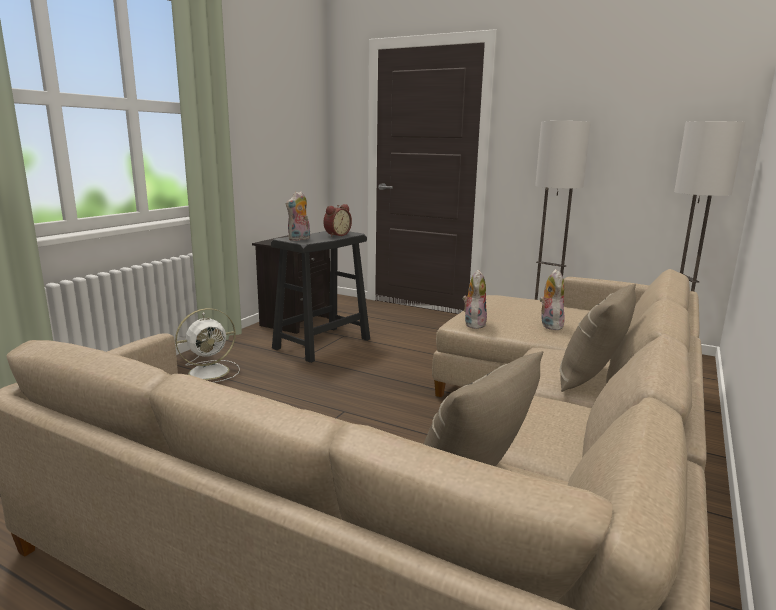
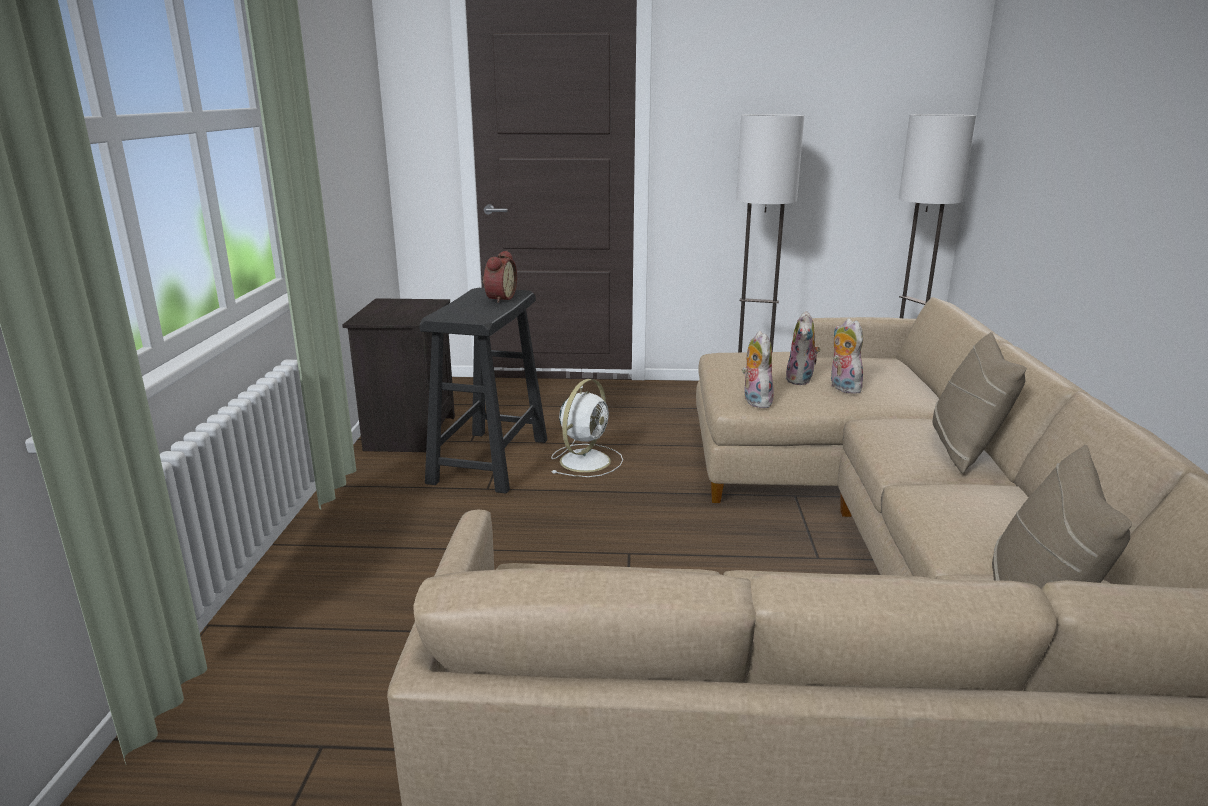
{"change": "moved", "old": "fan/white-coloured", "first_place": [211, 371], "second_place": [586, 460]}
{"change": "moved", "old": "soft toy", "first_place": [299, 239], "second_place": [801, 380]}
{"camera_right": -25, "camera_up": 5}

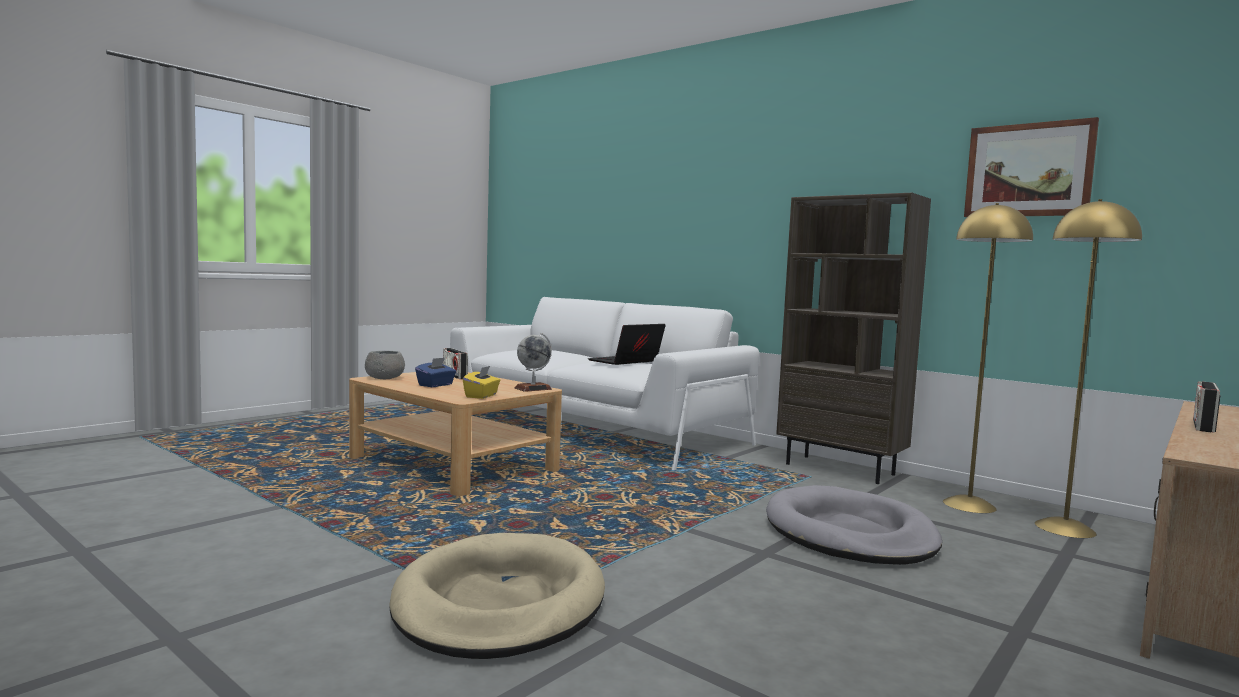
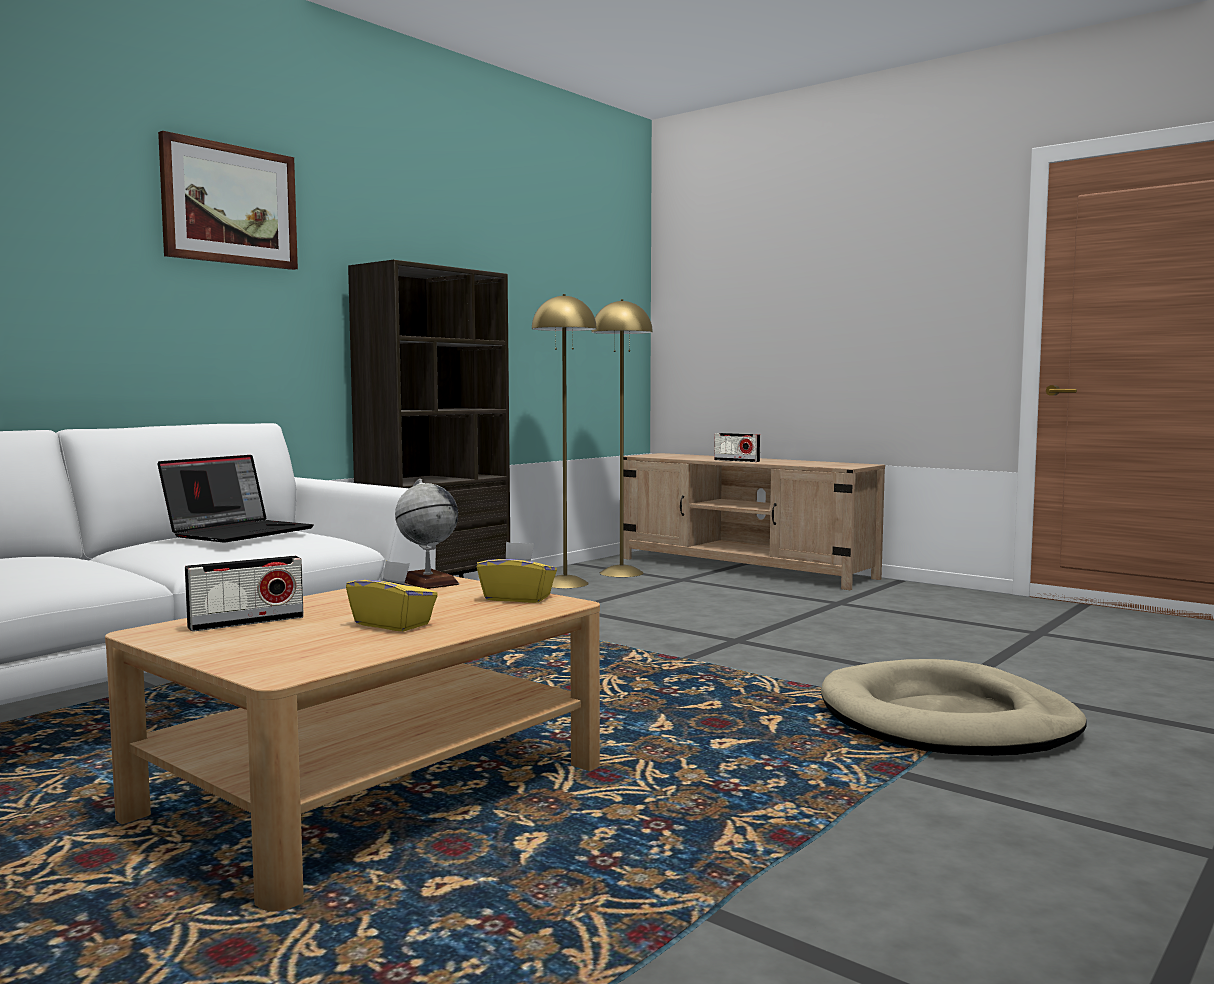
{"change": "removed", "old": "serving bowl/greyish", "first_place": [384, 378]}
{"change": "recoloured", "old": "tissue box/blue", "new": "tissue box/yellowish", "first_place": [436, 385], "second_place": [393, 624]}
{"change": "turned", "old": "portable computer", "first_place": [625, 362], "second_place": [240, 532], "degrees": -105}
{"change": "removed", "old": "dog cushion/greyish", "first_place": [849, 533]}
{"change": "moved", "old": "picture", "first_place": [1028, 170], "second_place": [229, 205]}
{"camera_right": -90, "camera_up": 0}

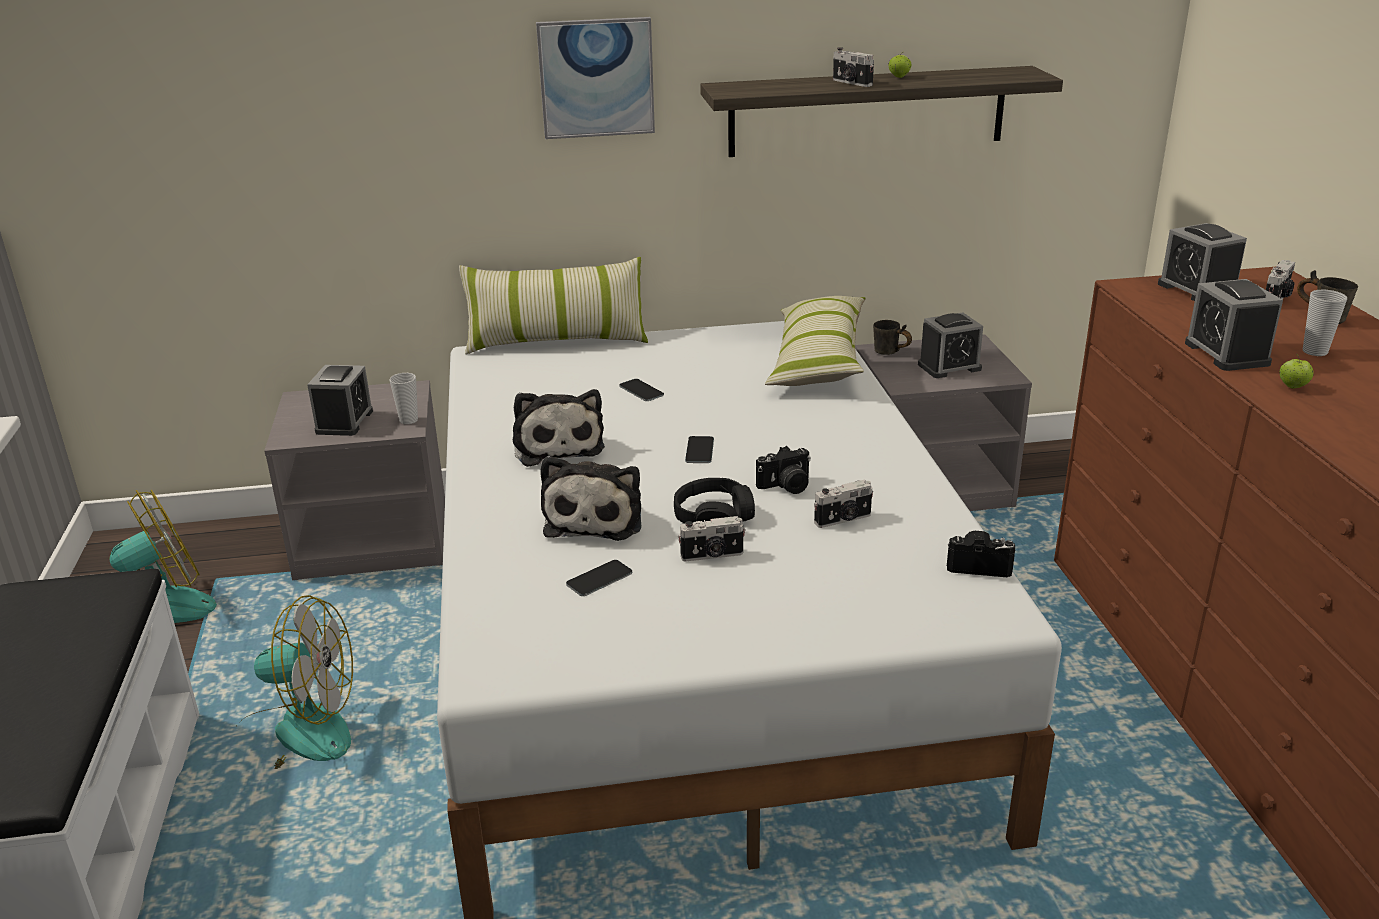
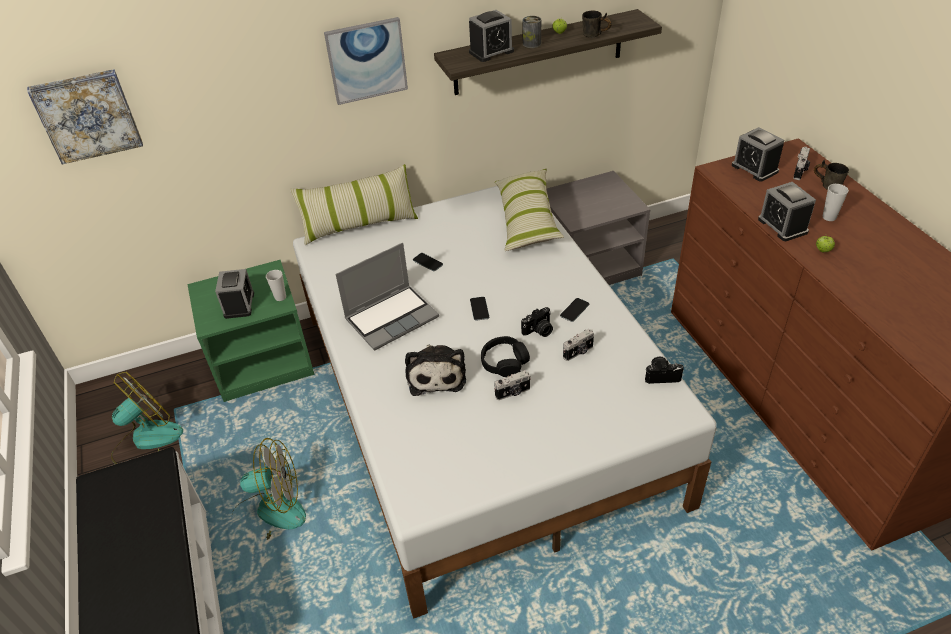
{"change": "recoloured", "old": "bedside table/greyish", "new": "bedside table/green-coloured", "first_place": [375, 539], "second_place": [263, 361]}
{"change": "replaced", "old": "soft toy", "new": "portable computer", "first_place": [557, 445], "second_place": [392, 317]}
{"change": "moved", "old": "handset", "first_place": [599, 578], "second_place": [574, 310]}
{"change": "replaced", "old": "photo camera", "new": "sealed can", "first_place": [851, 83], "second_place": [531, 44]}
{"change": "moved", "old": "coffee mug/greyish", "first_place": [889, 354], "second_place": [594, 36]}
{"change": "moved", "old": "table clock", "first_place": [949, 367], "second_place": [491, 52]}
{"change": "added", "new": "picture", "second_place": [87, 115]}
{"camera_right": -10, "camera_up": 15}

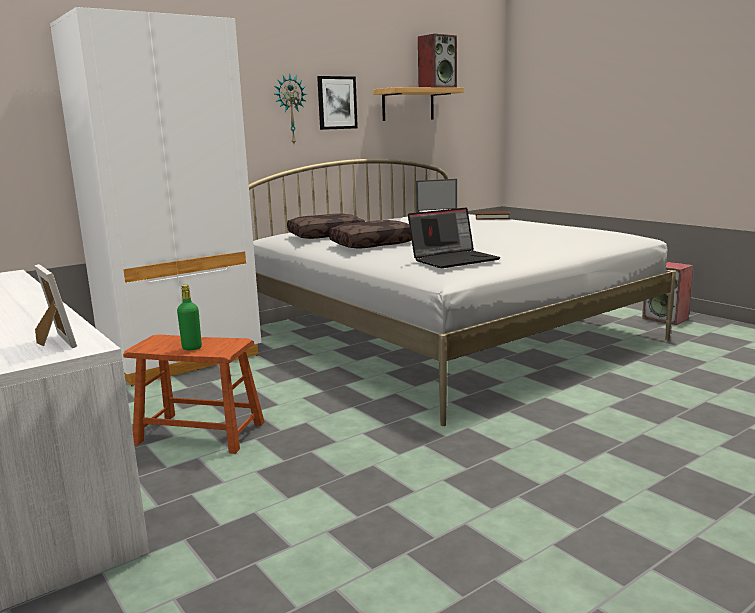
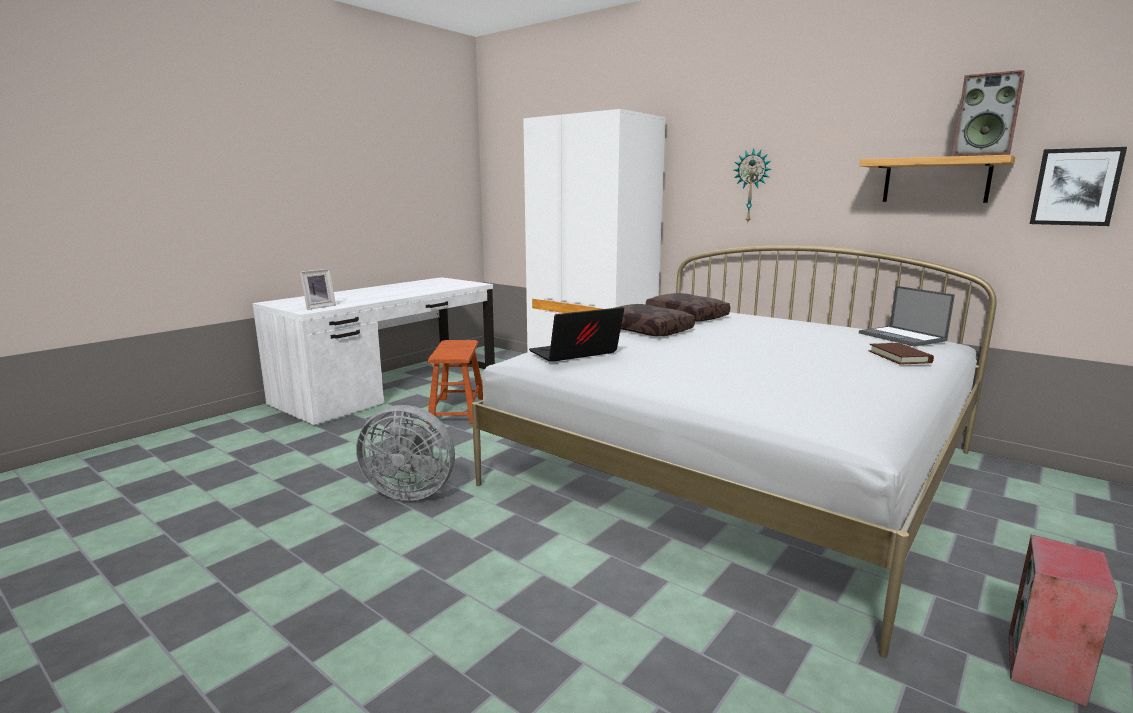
{"change": "removed", "old": "drink bottle/green-coloured", "first_place": [192, 348]}
{"change": "moved", "old": "picture", "first_place": [336, 103], "second_place": [1076, 187]}
{"change": "turned", "old": "portable computer", "first_place": [454, 259], "second_place": [574, 354], "degrees": 105}
{"change": "added", "new": "fan/greyish", "second_place": [410, 491]}
{"camera_right": 75, "camera_up": 0}

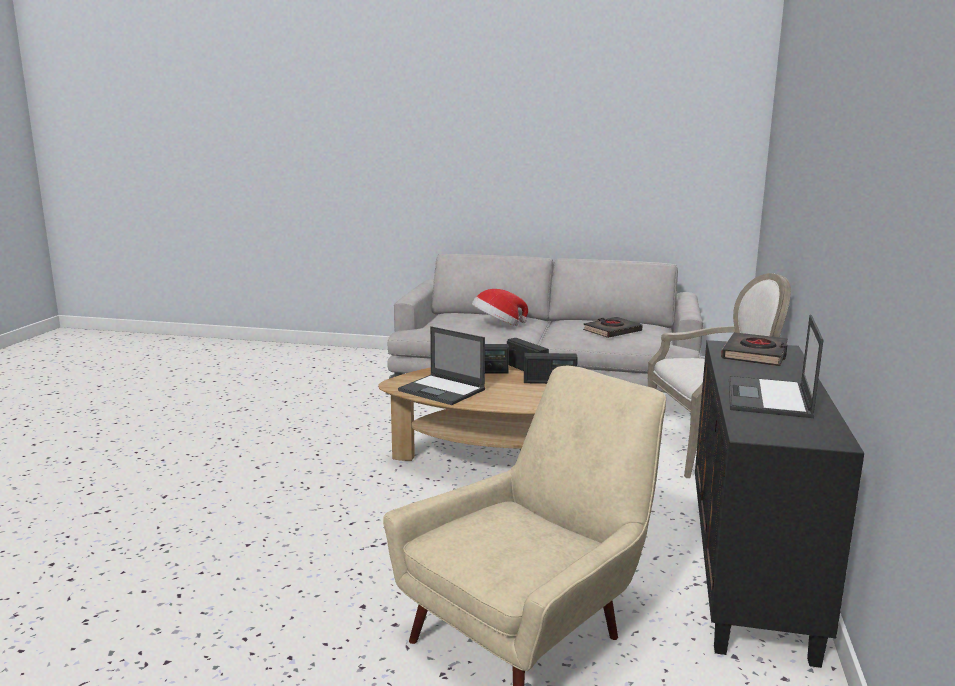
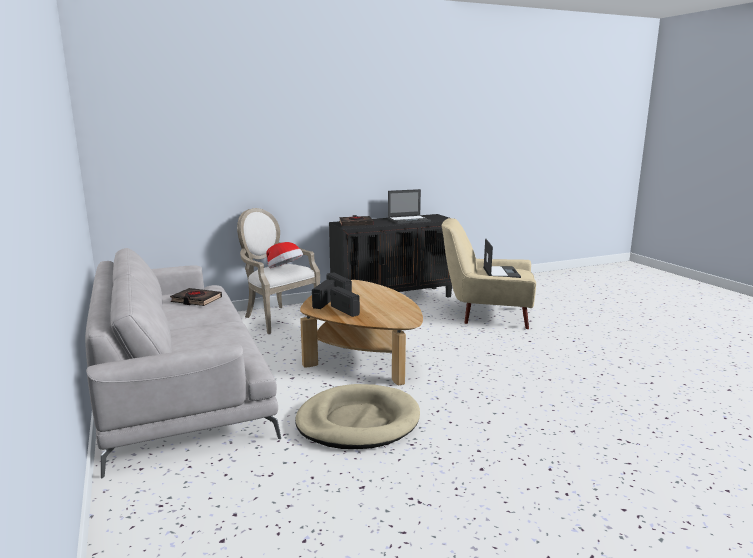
{"change": "moved", "old": "portable computer", "first_place": [442, 390], "second_place": [501, 272]}
{"change": "moved", "old": "hat", "first_place": [498, 325], "second_place": [284, 269]}
{"change": "added", "new": "dog cushion/beige", "second_place": [358, 421]}
{"camera_right": -125, "camera_up": 0}

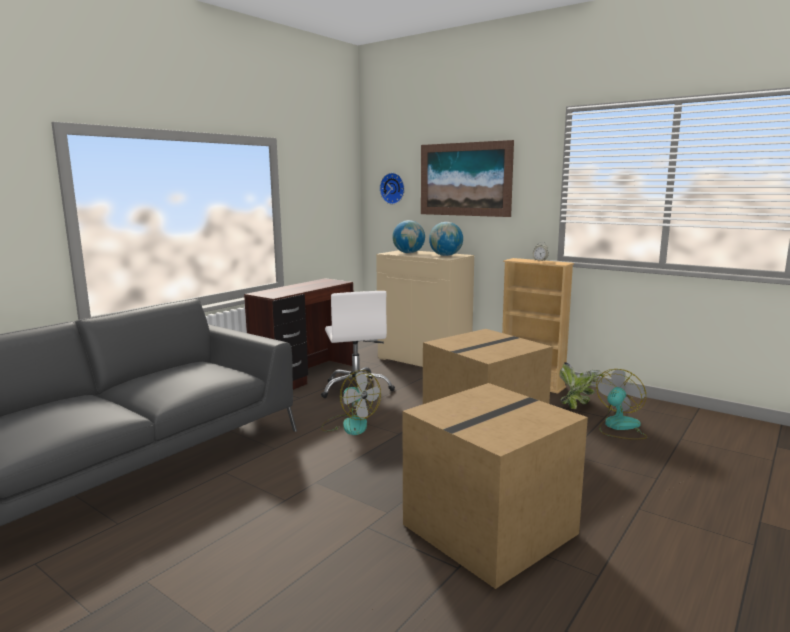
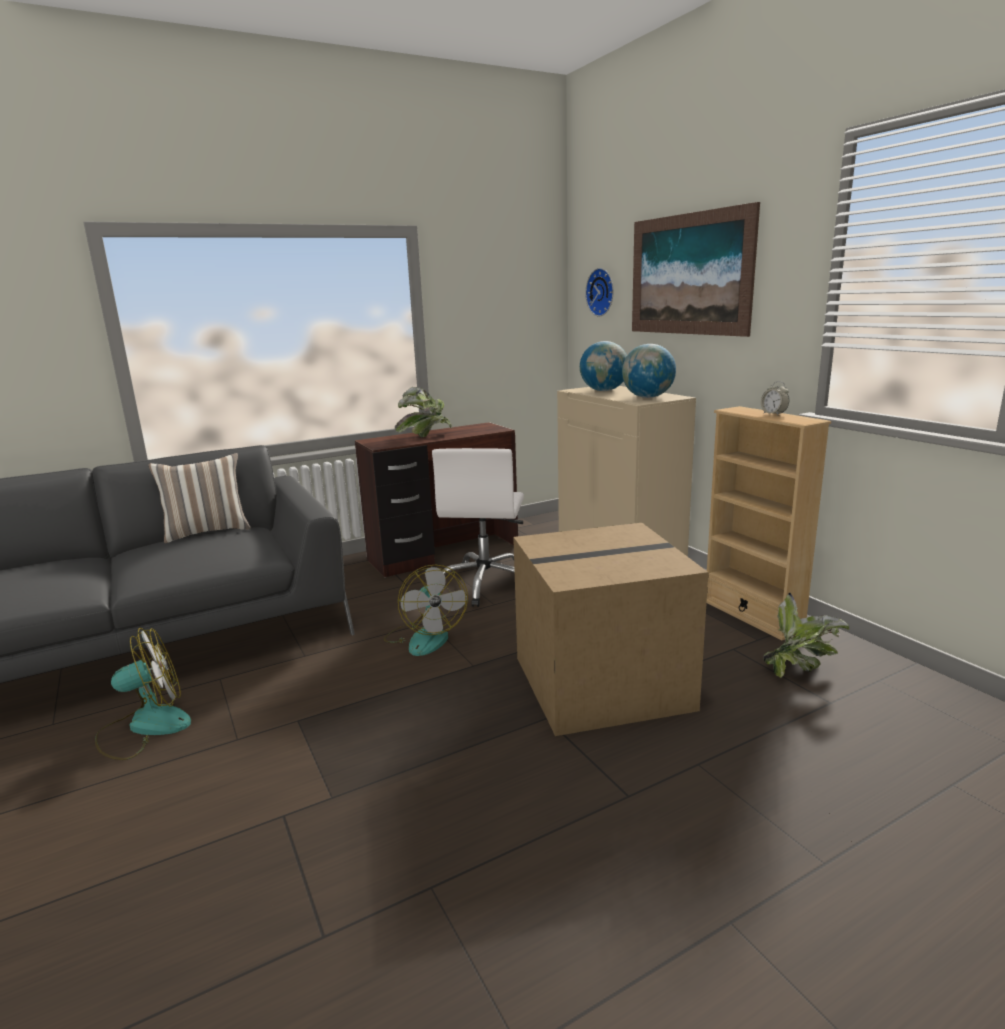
{"change": "removed", "old": "cardboard box", "first_place": [489, 530]}
{"change": "moved", "old": "fan", "first_place": [619, 427], "second_place": [145, 727]}
{"change": "added", "new": "cushion", "second_place": [207, 532]}
{"change": "added", "new": "plant in a pot", "second_place": [425, 435]}
{"camera_right": 25, "camera_up": 5}

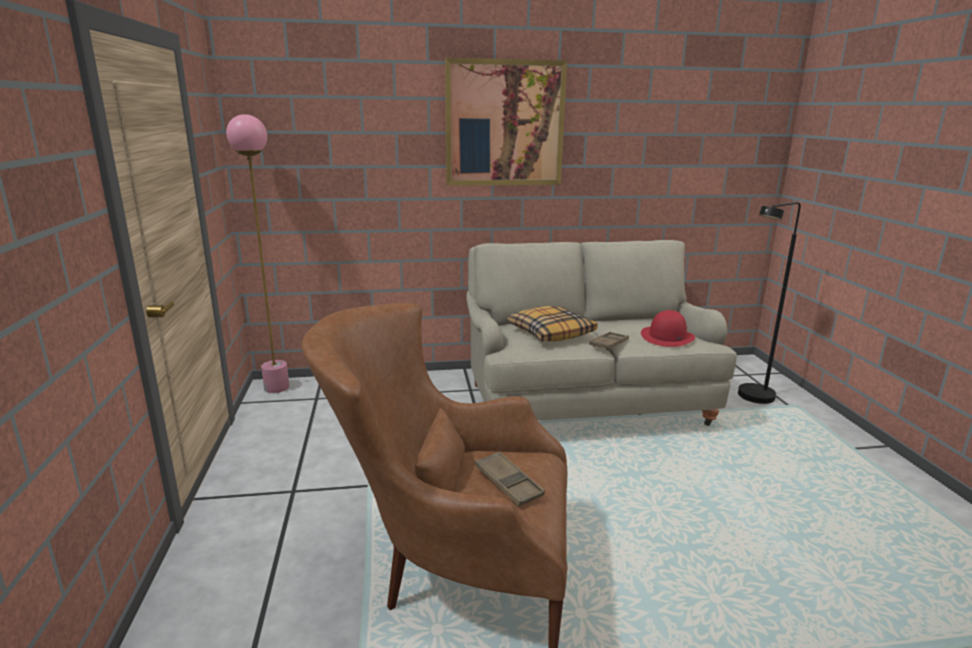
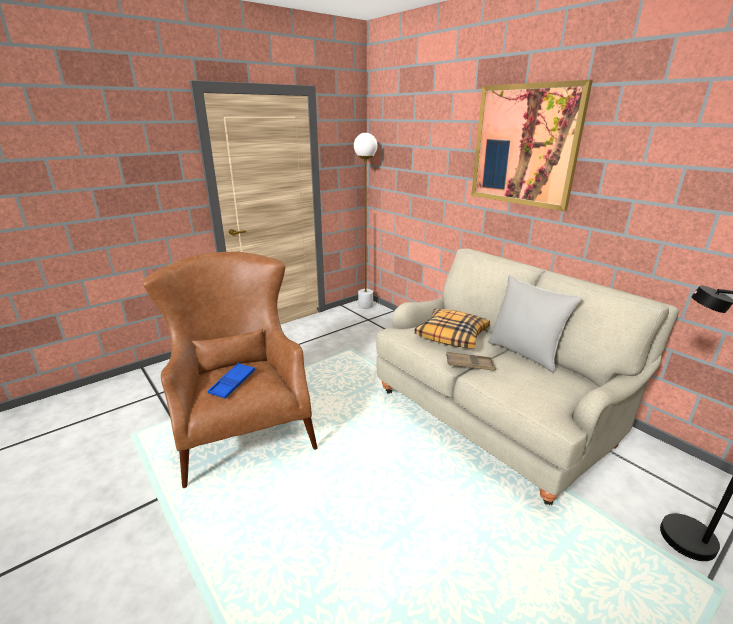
{"change": "recoloured", "old": "standing lamp/pink-coloured", "new": "standing lamp/white-coloured", "first_place": [276, 387], "second_place": [365, 306]}
{"change": "recoloured", "old": "serving tray/brown", "new": "serving tray/blue", "first_place": [508, 483], "second_place": [232, 383]}
{"change": "removed", "old": "hat/red", "first_place": [667, 337]}
{"change": "added", "new": "cushion/greyish", "second_place": [524, 353]}
{"camera_right": 60, "camera_up": 5}

